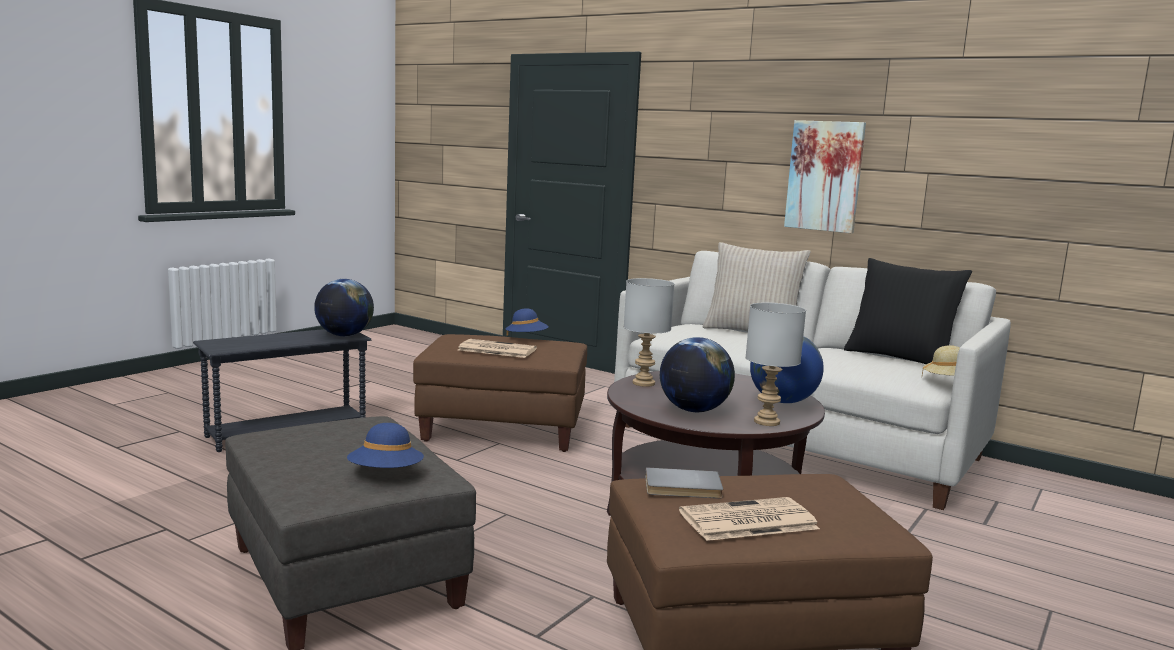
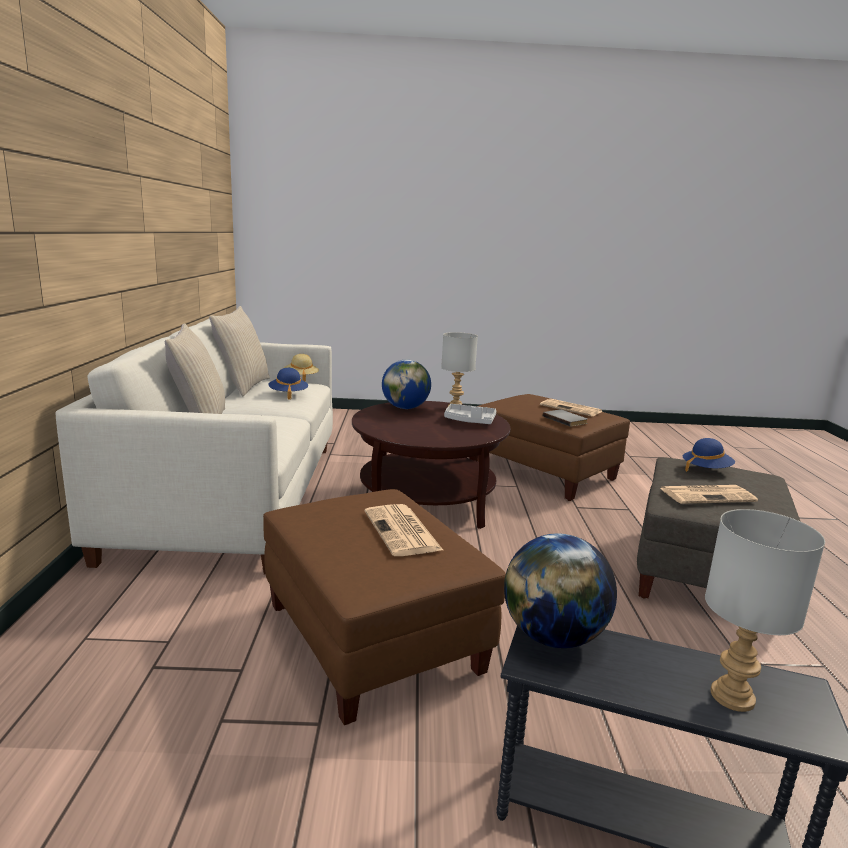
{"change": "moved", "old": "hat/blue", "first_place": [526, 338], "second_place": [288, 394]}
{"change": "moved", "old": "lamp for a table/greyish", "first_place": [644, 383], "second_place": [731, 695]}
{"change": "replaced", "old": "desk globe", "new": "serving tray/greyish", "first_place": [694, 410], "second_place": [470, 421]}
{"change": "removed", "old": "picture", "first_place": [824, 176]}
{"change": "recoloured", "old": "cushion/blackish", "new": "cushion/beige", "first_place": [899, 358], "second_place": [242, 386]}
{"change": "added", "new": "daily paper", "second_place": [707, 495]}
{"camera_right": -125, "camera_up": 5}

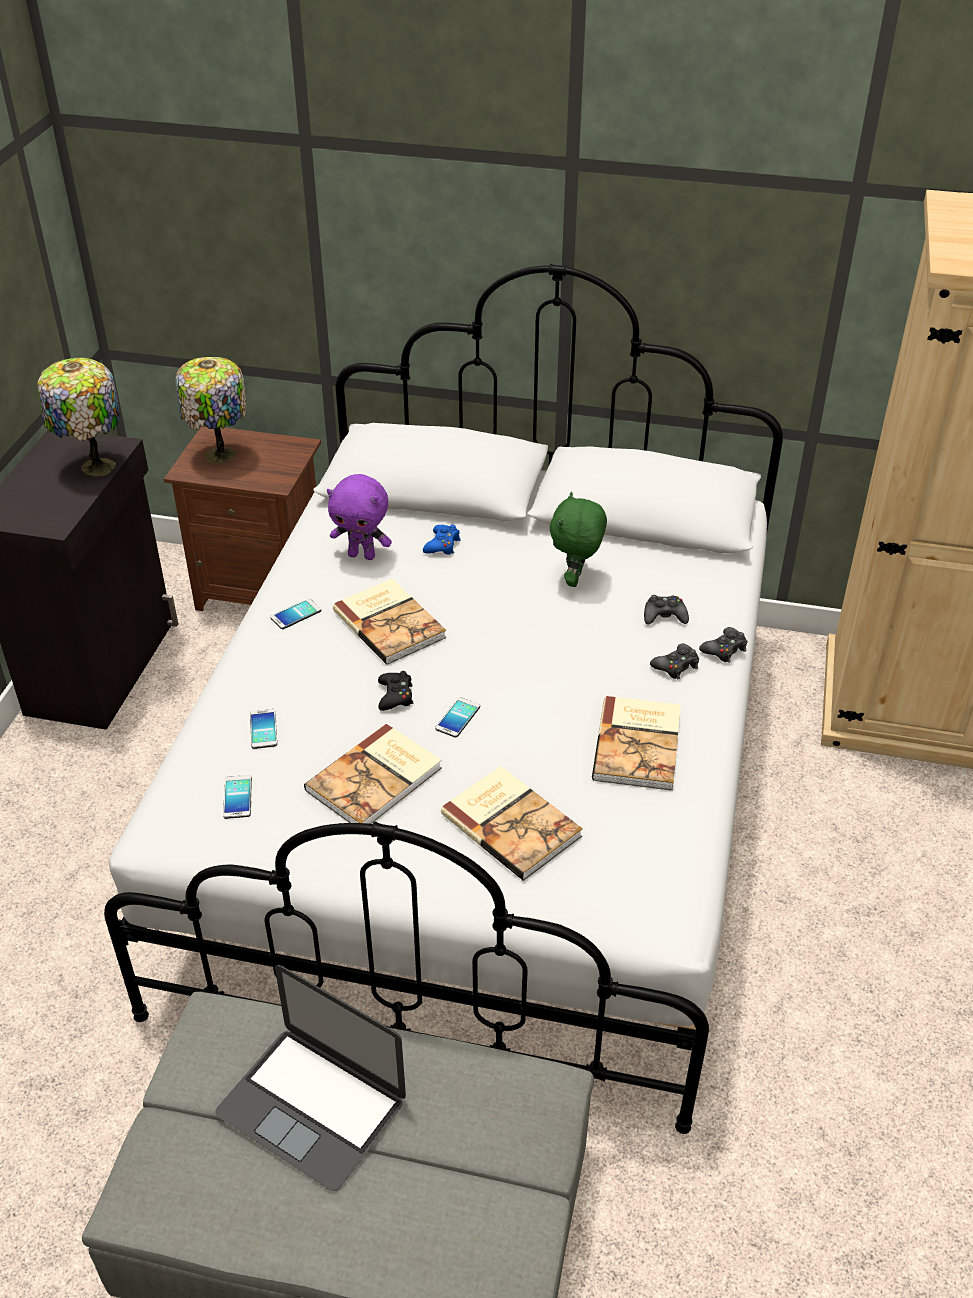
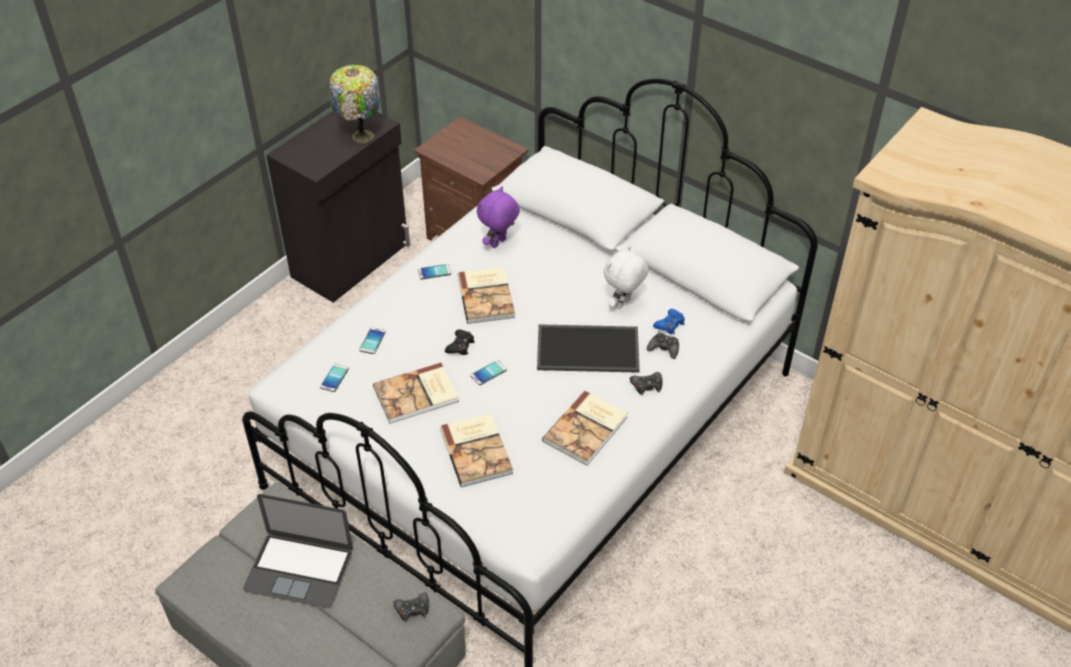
{"change": "removed", "old": "lamp for a table", "first_place": [219, 456]}
{"change": "turned", "old": "portable computer", "first_place": [311, 1106], "second_place": [299, 570], "degrees": -45}
{"change": "turned", "old": "soft toy/purple-coloured", "first_place": [362, 555], "second_place": [499, 243], "degrees": 90}
{"change": "moved", "old": "joypad/blue", "first_place": [442, 545], "second_place": [670, 325]}
{"change": "recoloured", "old": "soft toy/green-coloured", "new": "soft toy/white-coloured", "first_place": [576, 579], "second_place": [623, 304]}
{"change": "moved", "old": "joypad/blackish", "first_place": [724, 649], "second_place": [412, 609]}
{"change": "added", "new": "serving tray", "second_place": [589, 348]}
{"camera_right": 25, "camera_up": 5}

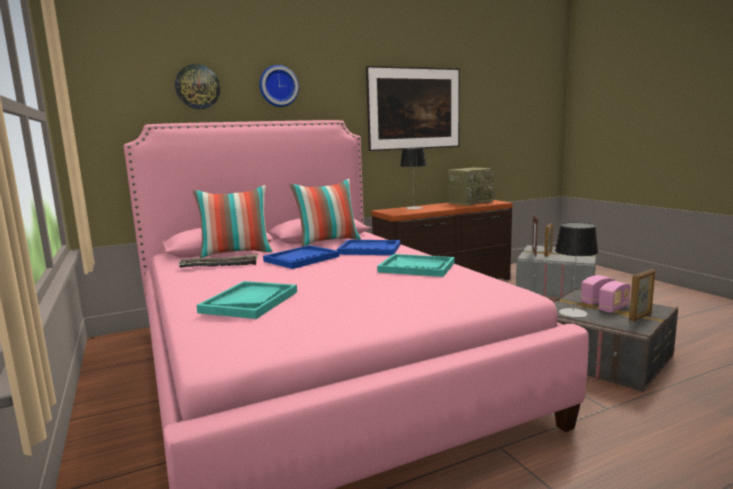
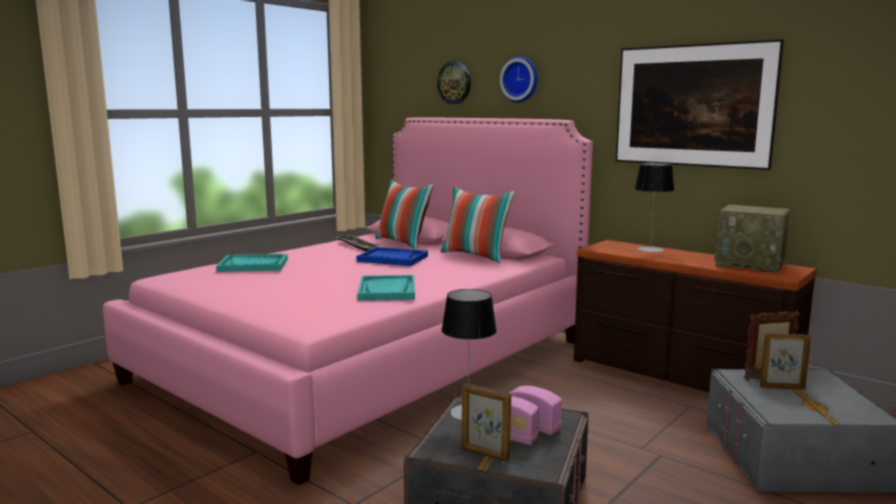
{"change": "removed", "old": "serving tray/blue", "first_place": [369, 249]}
{"camera_right": 65, "camera_up": 0}

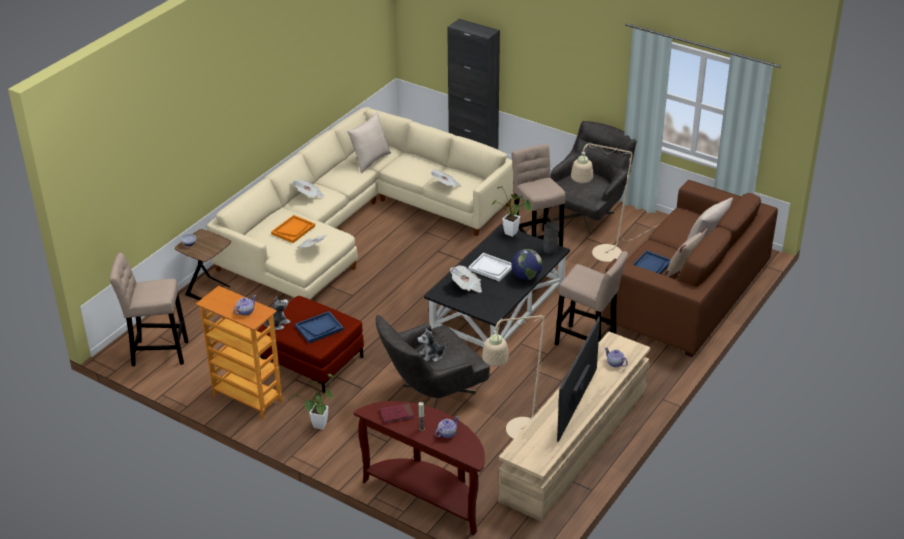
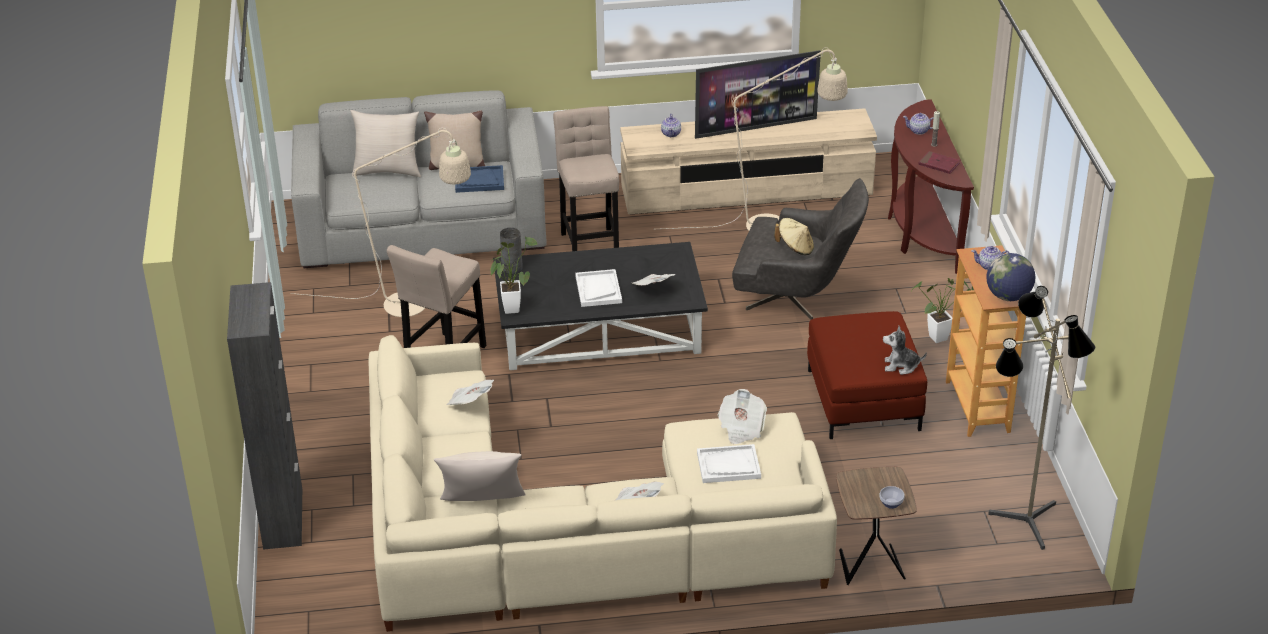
{"change": "replaced", "old": "stool seat/beige", "new": "standing lamp", "first_place": [156, 353], "second_place": [1020, 524]}
{"change": "recoloured", "old": "serving tray/orange-coloured", "new": "serving tray/white-coloured", "first_place": [293, 230], "second_place": [728, 465]}
{"change": "removed", "old": "serving tray/blue", "first_place": [319, 328]}
{"change": "replaced", "old": "soft toy", "new": "hat/beige", "first_place": [432, 355], "second_place": [795, 248]}
{"change": "moved", "old": "desk globe", "first_place": [526, 277], "second_place": [1008, 296]}
{"change": "removed", "old": "easy chair/greyish", "first_place": [587, 212]}
{"change": "recoloured", "old": "couch/brown", "new": "couch/greyish", "first_place": [687, 292], "second_place": [422, 225]}
{"camera_right": -130, "camera_up": 0}

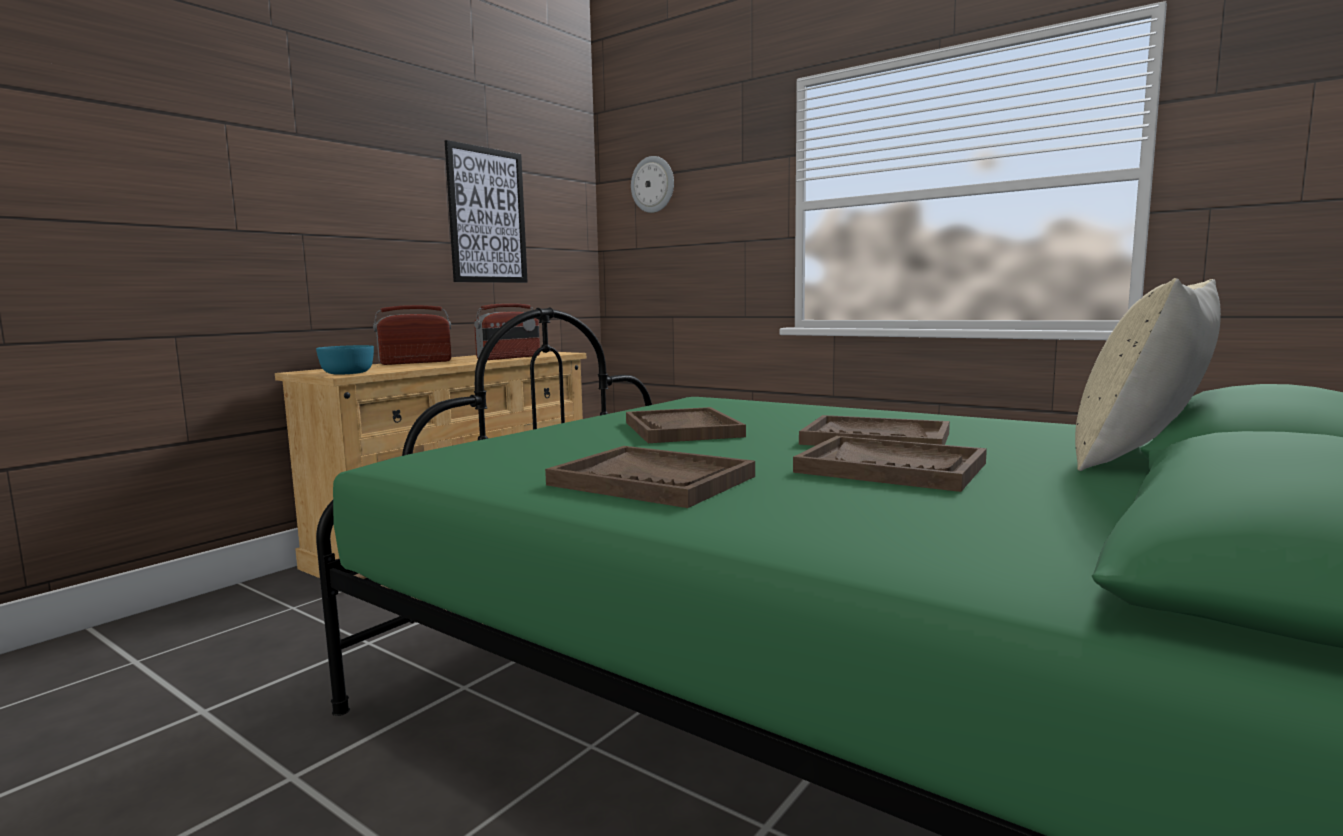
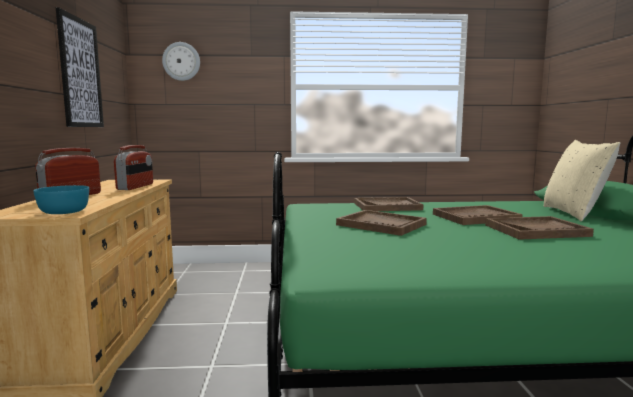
{"change": "moved", "old": "serving tray/brown", "first_place": [652, 481], "second_place": [387, 206]}
{"camera_right": -40, "camera_up": 0}

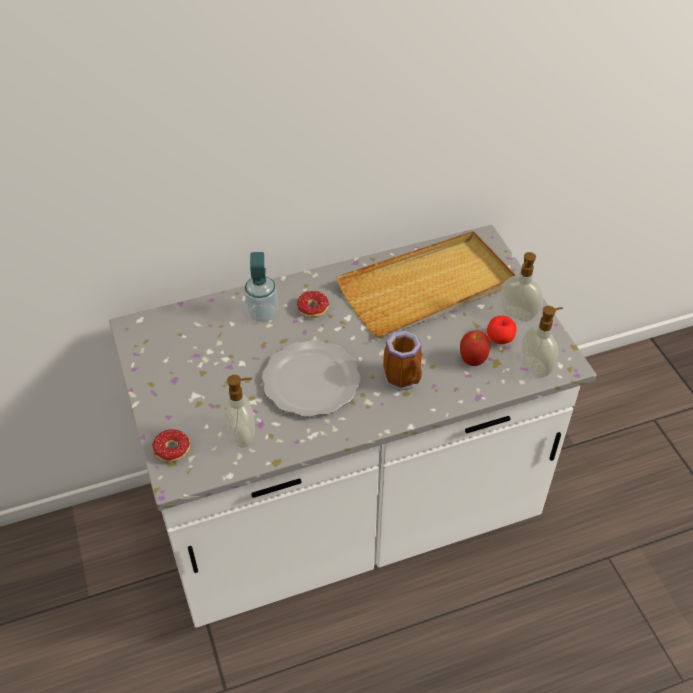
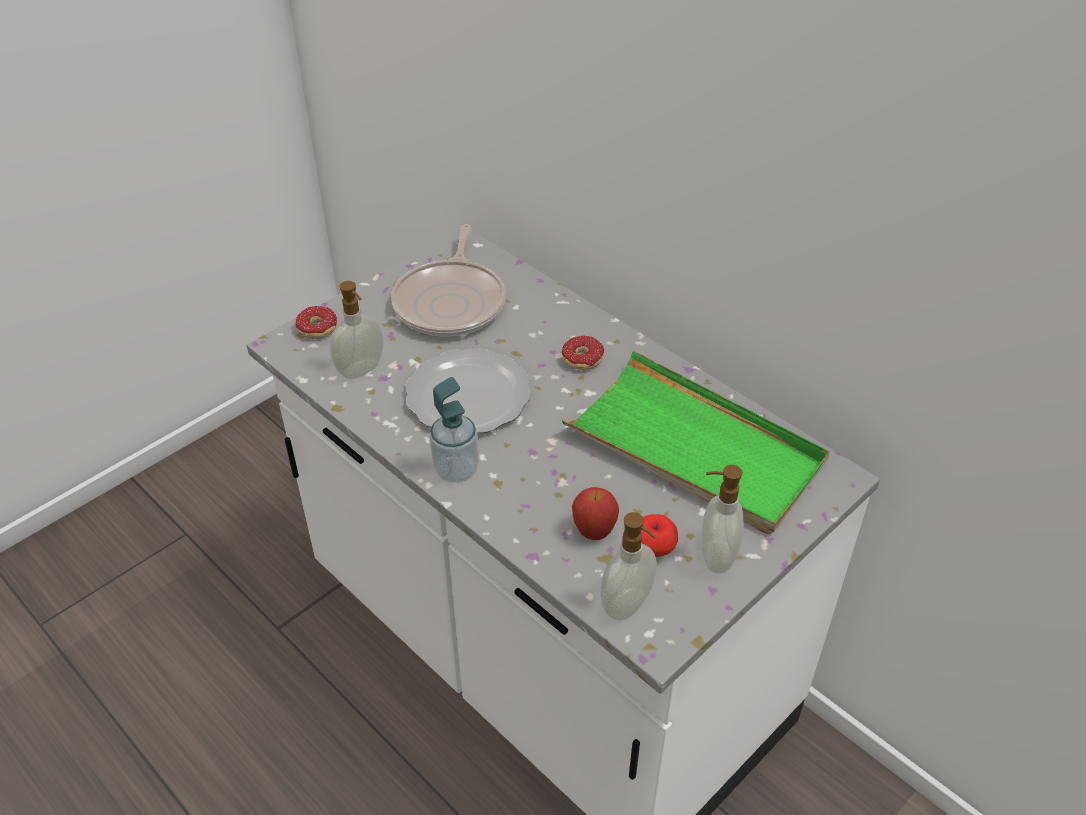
{"change": "moved", "old": "liquid soap bottle", "first_place": [262, 314], "second_place": [456, 470]}
{"change": "recoloured", "old": "serving tray/beige", "new": "serving tray/green-coloured", "first_place": [427, 288], "second_place": [695, 448]}
{"change": "removed", "old": "coffee mug", "first_place": [404, 379]}
{"change": "added", "new": "pan", "second_place": [451, 302]}
{"camera_right": 65, "camera_up": -5}

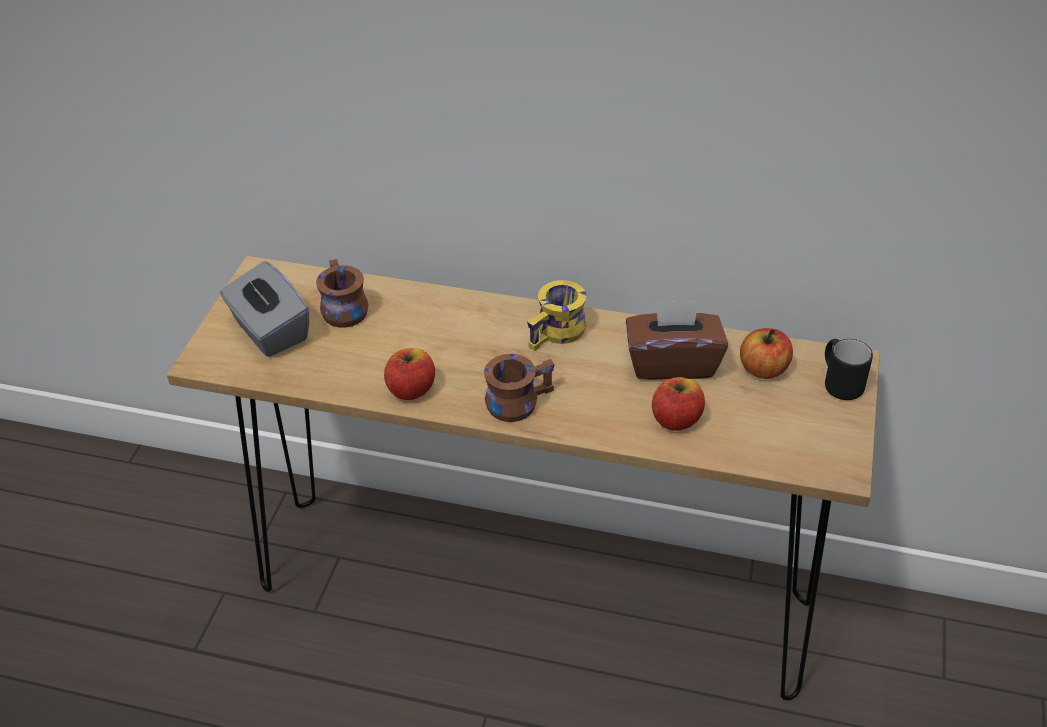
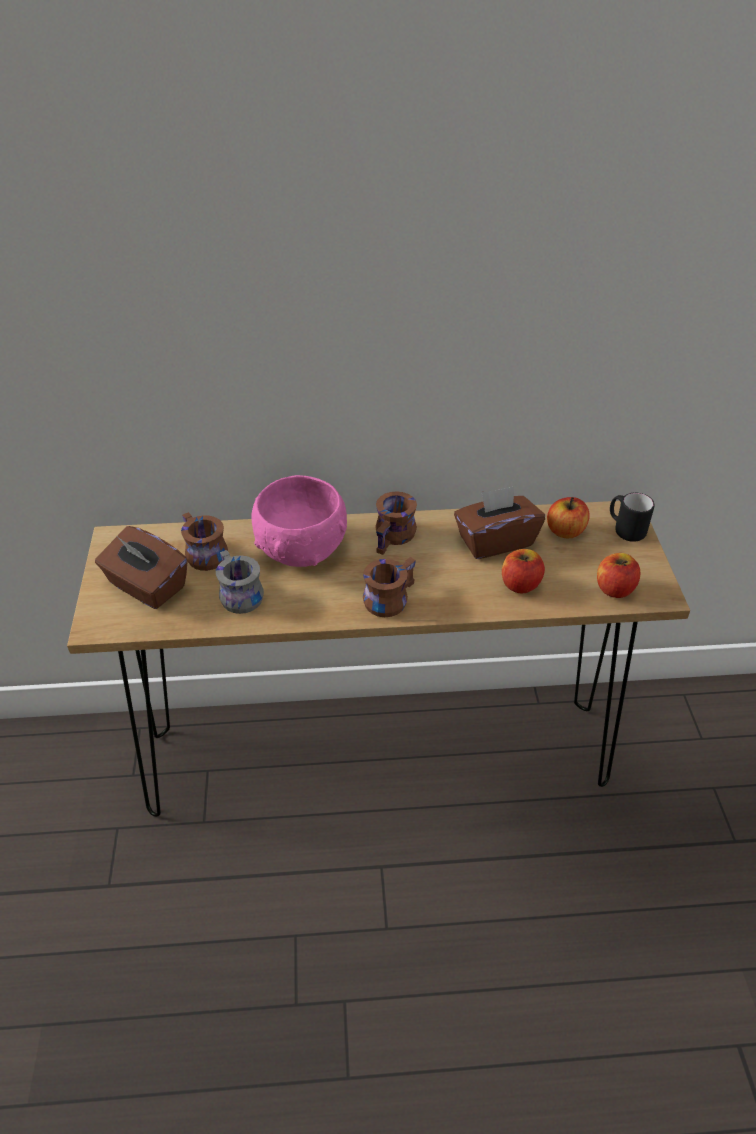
{"change": "recoloured", "old": "tissue box/greyish", "new": "tissue box/brown", "first_place": [269, 331], "second_place": [146, 586]}
{"change": "moved", "old": "whole apple", "first_place": [411, 389], "second_place": [614, 589]}
{"change": "recoloured", "old": "coffee mug/yellowish", "new": "coffee mug/brown", "first_place": [559, 334], "second_place": [395, 537]}
{"change": "added", "new": "coffee mug/greyish", "second_place": [236, 595]}
{"change": "added", "new": "serving bowl/pink-coloured", "second_place": [301, 548]}
{"camera_right": -20, "camera_up": 0}

